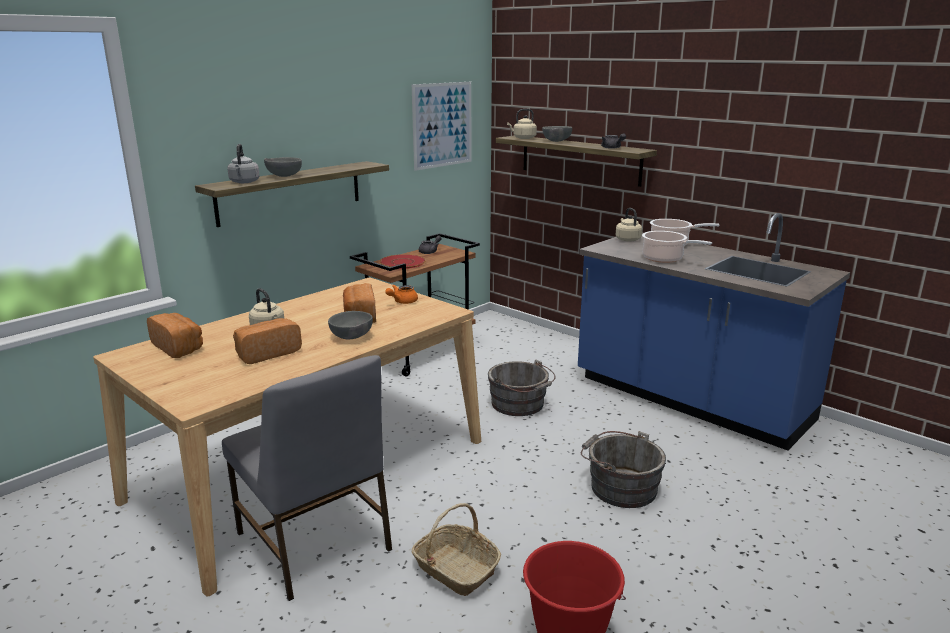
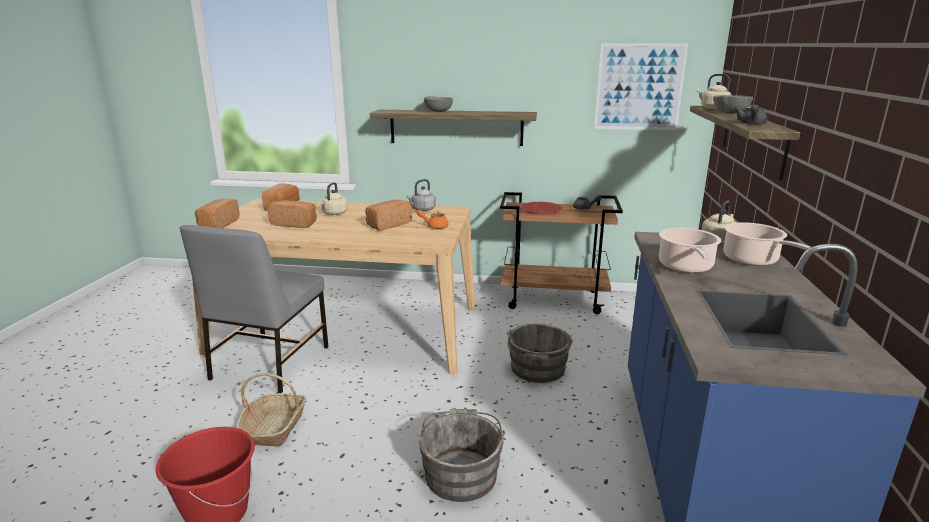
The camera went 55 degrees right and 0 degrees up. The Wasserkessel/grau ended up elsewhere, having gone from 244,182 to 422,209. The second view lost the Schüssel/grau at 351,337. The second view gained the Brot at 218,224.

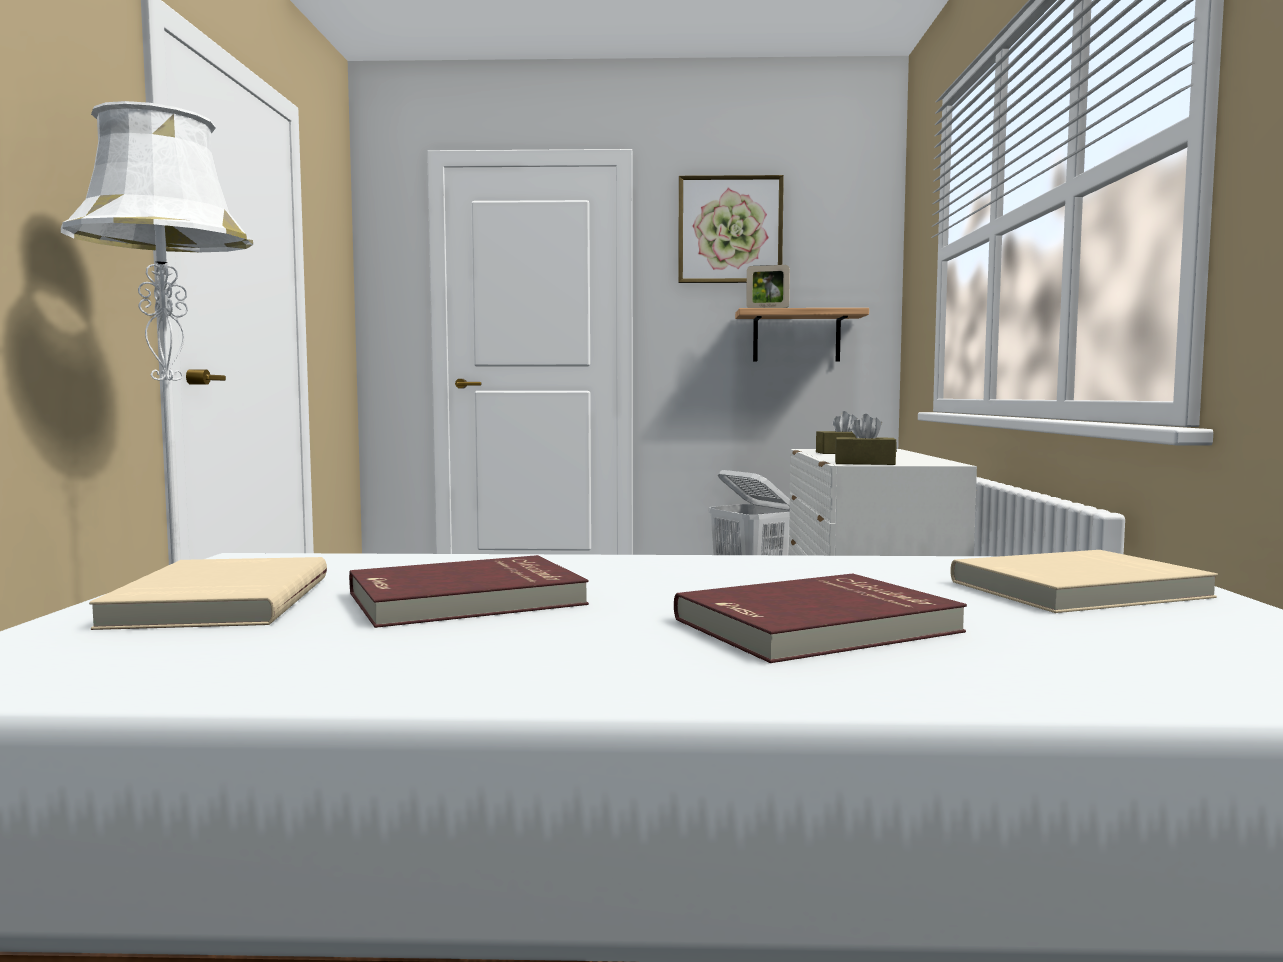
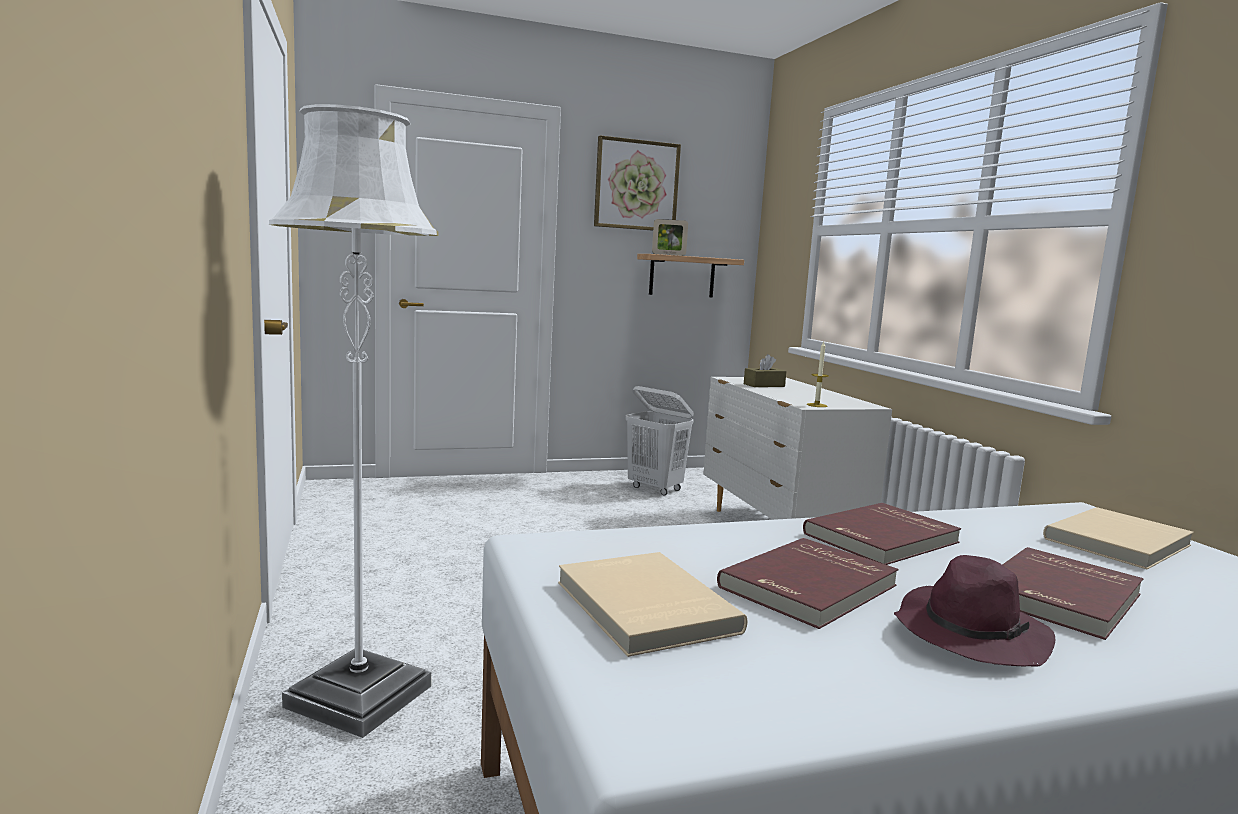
The camera went 20 degrees left and 5 degrees up. Where the Taschentuchbox/braun stood at 864,463, the Kerze came to stand at 817,405. The second view gained the Buch/rot at 883,539. The second view gained the Hut/lila at 969,634.

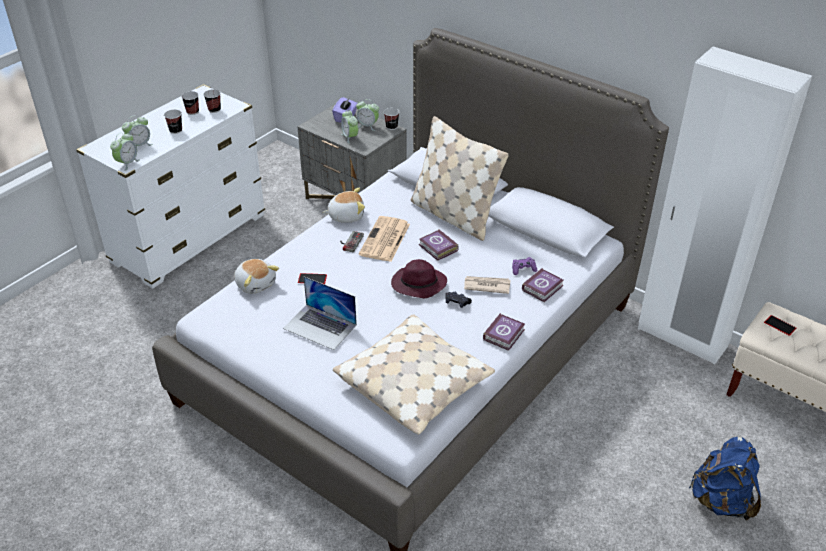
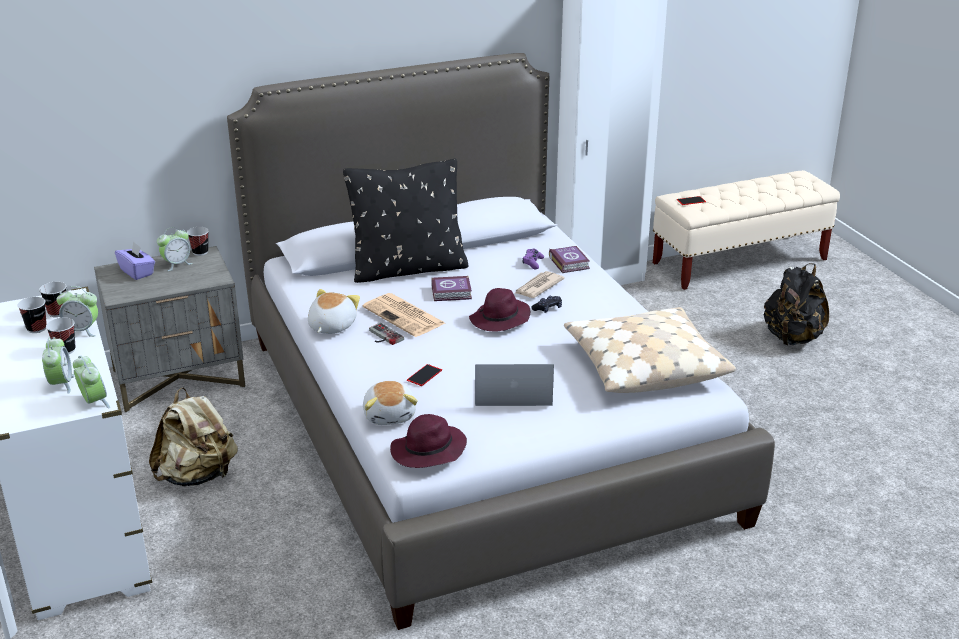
The camera went 60 degrees left and 10 degrees down. The Wecker ended up elsewhere, having gone from 350,137 to 82,331. What was the Kissen/beige at 454,215 turned into the Kissen/schwarz at 408,269. The Plüschtier at 256,283 ended up facing another way, 90 degrees clockwise from before. The Laptop at 320,326 ended up facing another way, 150 degrees counterclockwise from before. The second view lost the Buch at 505,334. What was the Rucksack/blau at 721,501 turned into the Rucksack/schwarz at 792,338. The second view gained the Rucksack/beige at 197,476. The second view gained the Hut/lila at 428,451.

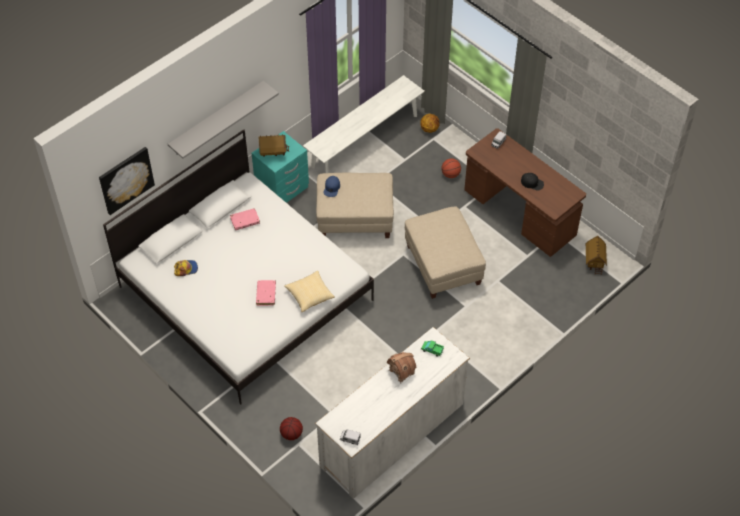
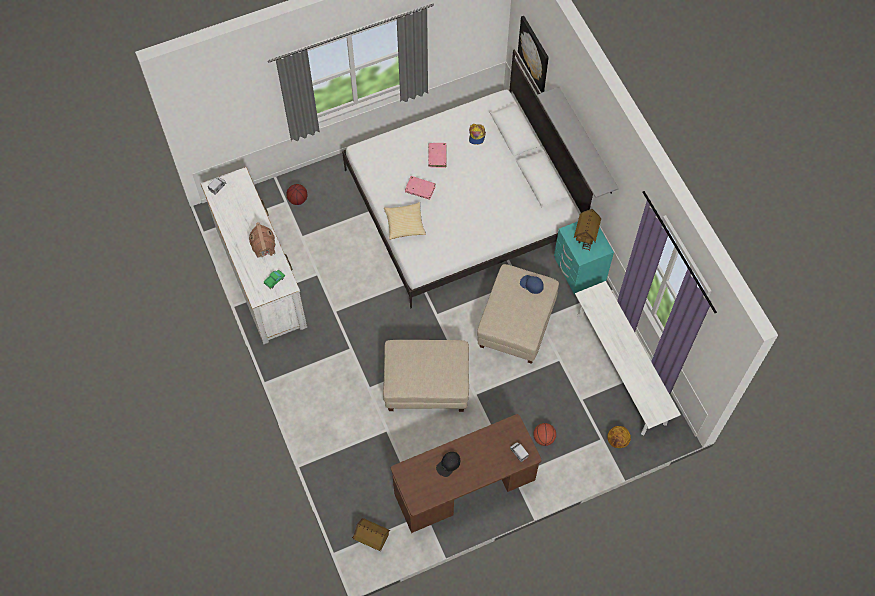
The camera went 110 degrees right and 10 degrees up. The Buch/rosa ended up elsewhere, having gone from 245,221 to 437,157.

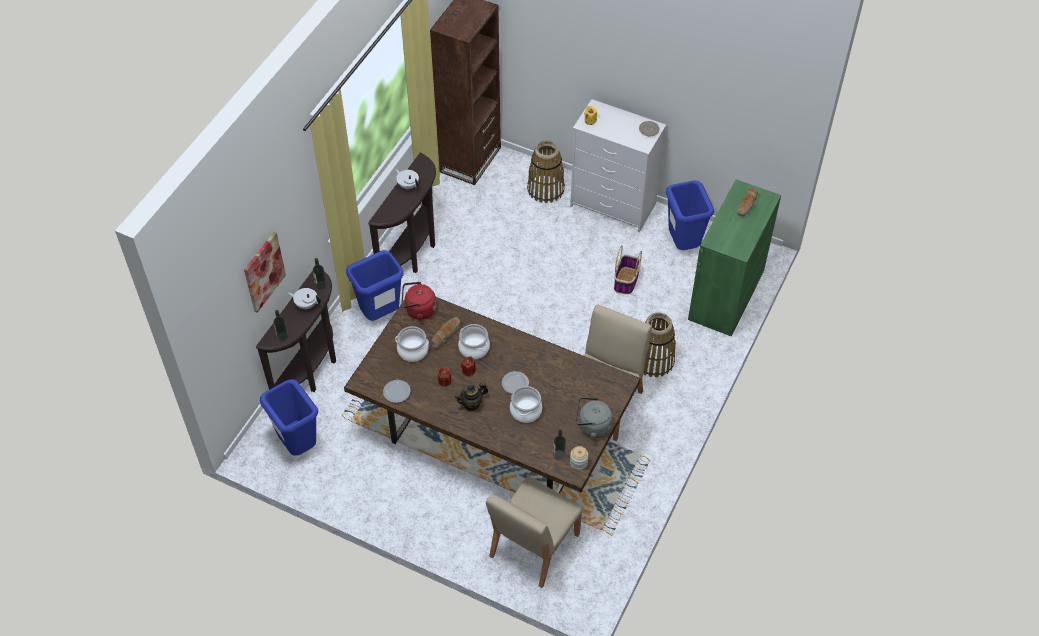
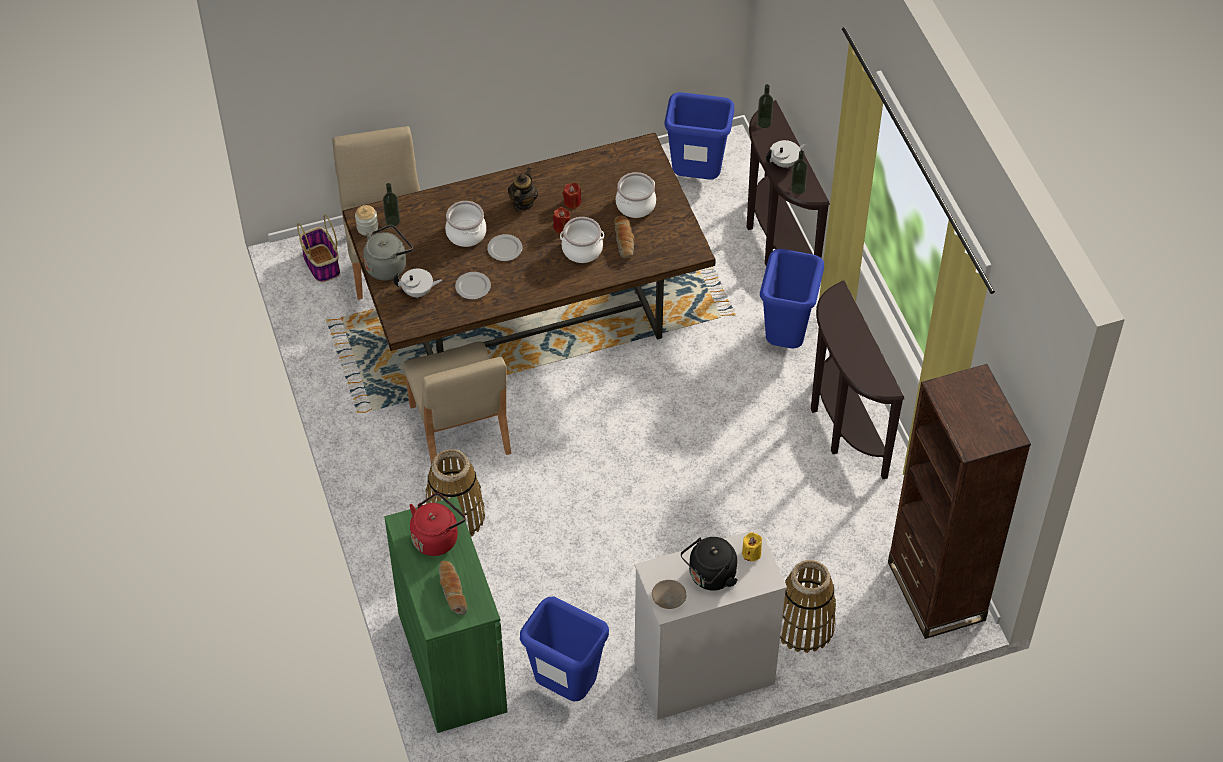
The camera went 135 degrees right and 0 degrees up. The Teekanne/weiß ended up elsewhere, having gone from 408,185 to 418,292. The second view lost the Bild at 263,271. The Korb ended up elsewhere, having gone from 626,281 to 321,263. The Wasserkessel/rot ended up elsewhere, having gone from 418,310 to 437,537. The Teller ended up elsewhere, having gone from 397,391 to 473,287. The second view gained the Wasserkessel/schwarz at 710,577.

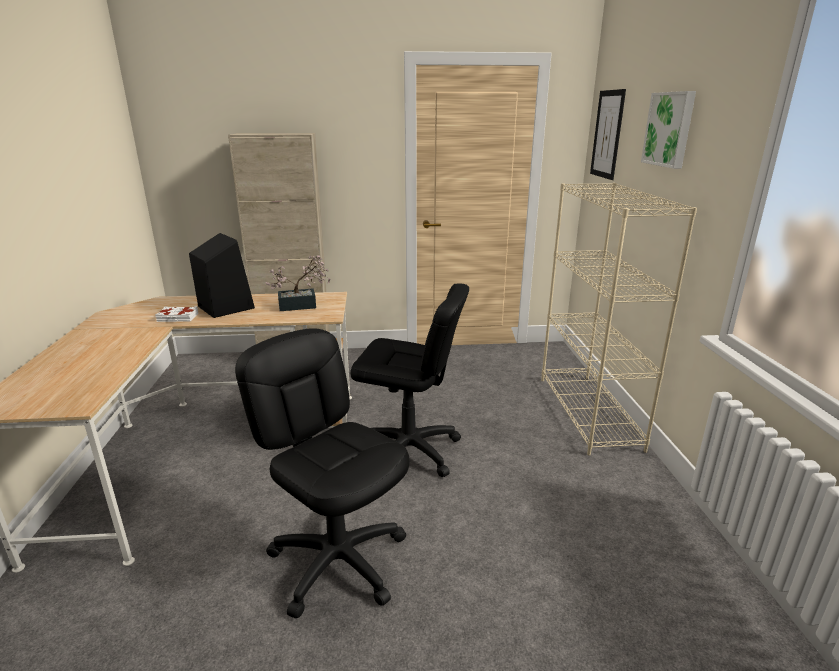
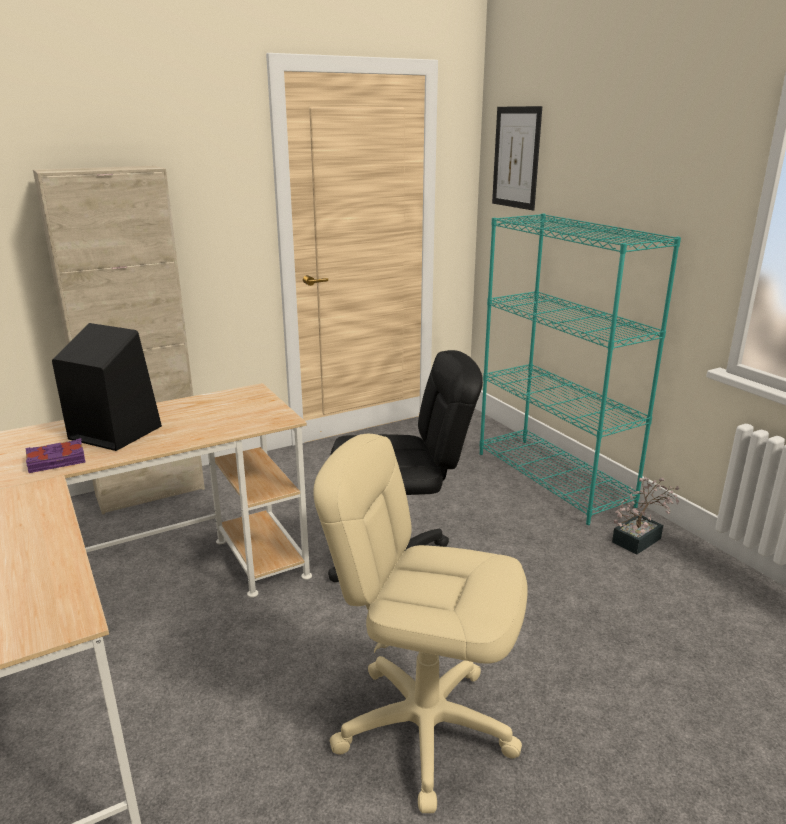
The camera went 25 degrees left and 0 degrees up. The second view lost the Bild at 670,129. What was the Bücherregal/beige at 589,412 turned into the Bücherregal/türkis at 554,479. The Topfpflanze ended up elsewhere, having gone from 302,305 to 640,538. What was the Buch/weiß at 177,318 turned into the Buch/lila at 57,461. What was the Bürostuhl/schwarz at 338,560 turned into the Bürostuhl/beige at 425,727.

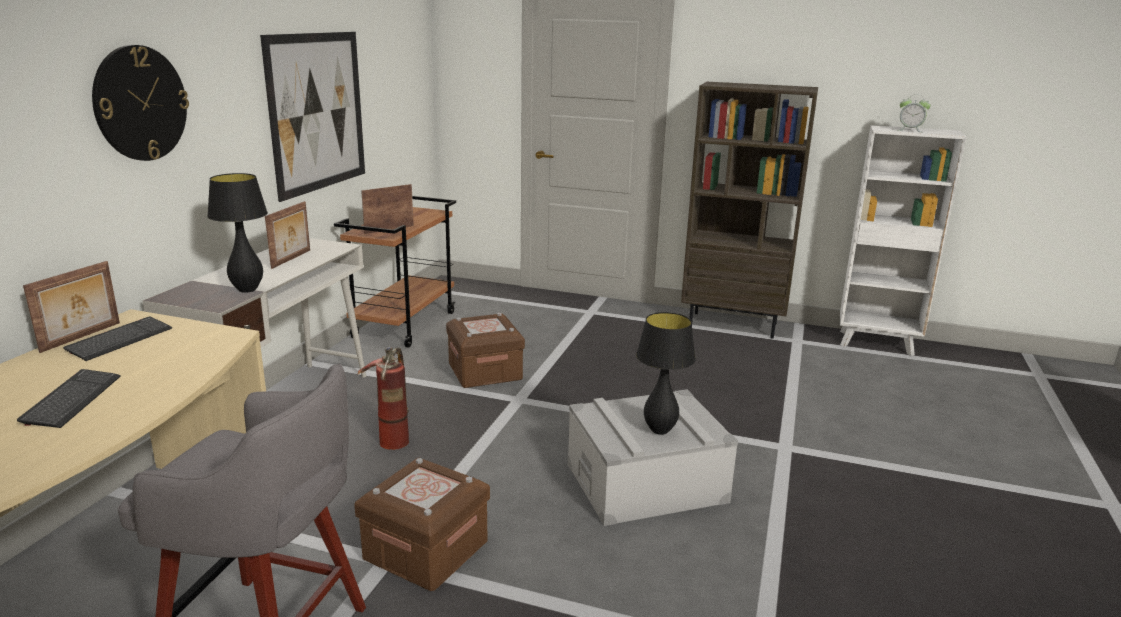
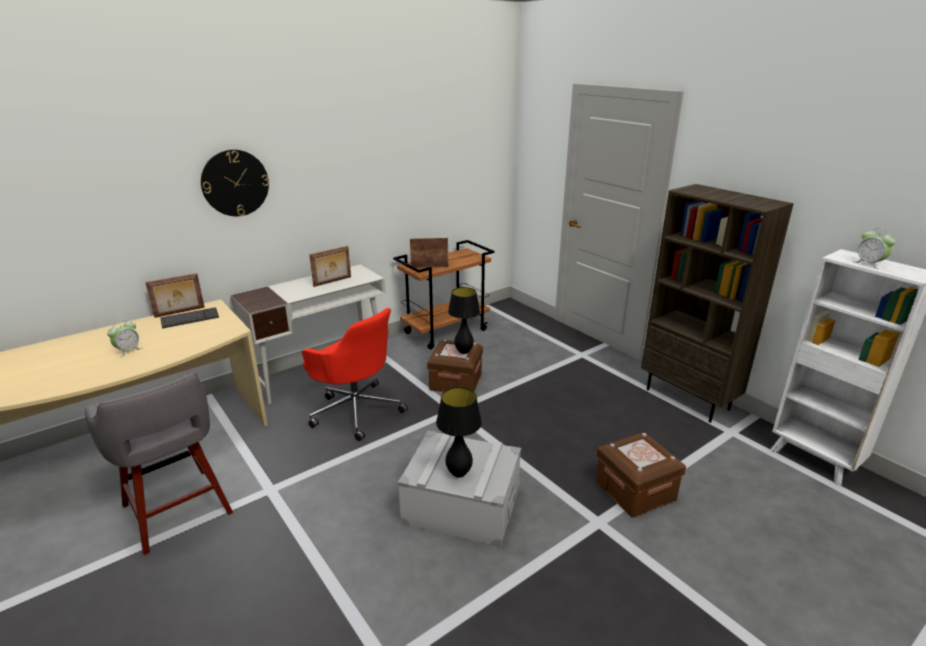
The camera went 35 degrees right and 5 degrees up. The second view lost the Bild at 317,112. The Tischlampe/schwarz ended up elsewhere, having gone from 247,290 to 463,352. Where the Feuerlöscher stood at 393,436, the Bürostuhl/rot came to stand at 356,410. Where the Tastatur stood at 72,400, the Wecker came to stand at 128,351. The Aufbewahrungsbox/braun ended up elsewhere, having gone from 426,550 to 635,490.

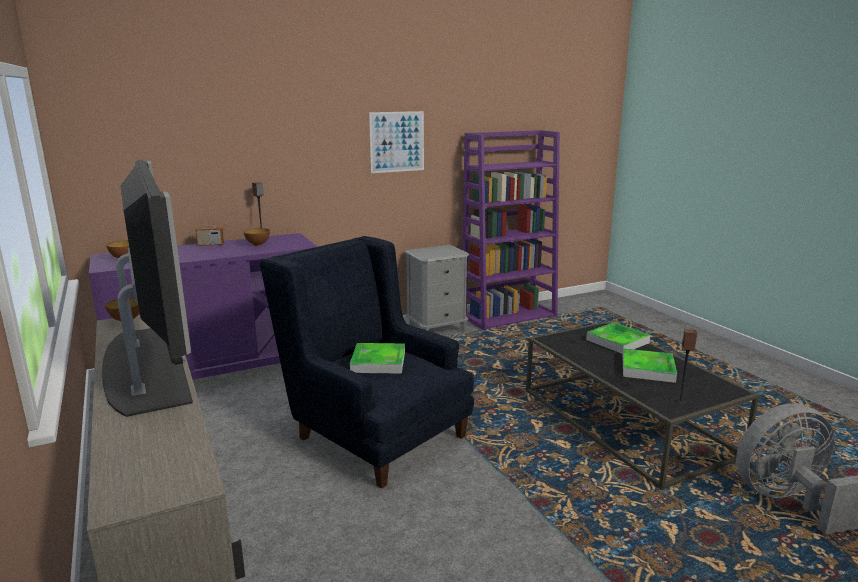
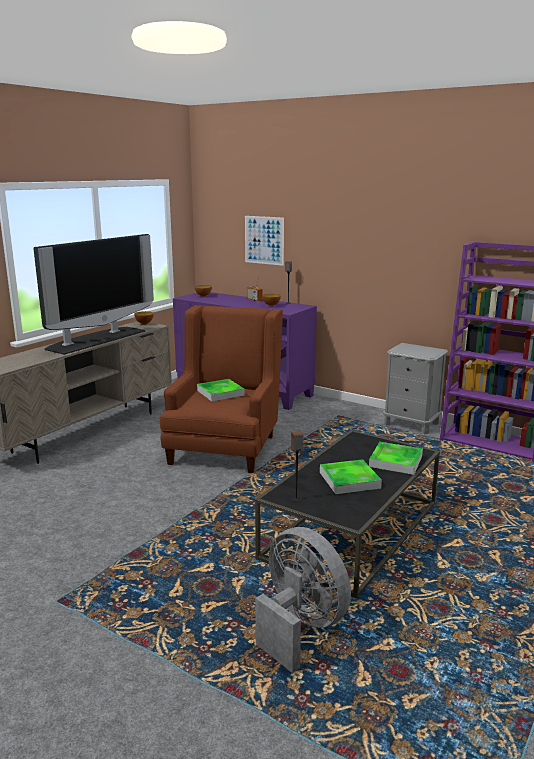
The camera went 60 degrees right and 0 degrees up. The Bild ended up elsewhere, having gone from 397,142 to 264,240. What was the Sessel/blau at 372,432 turned into the Sessel/braun at 225,445.

